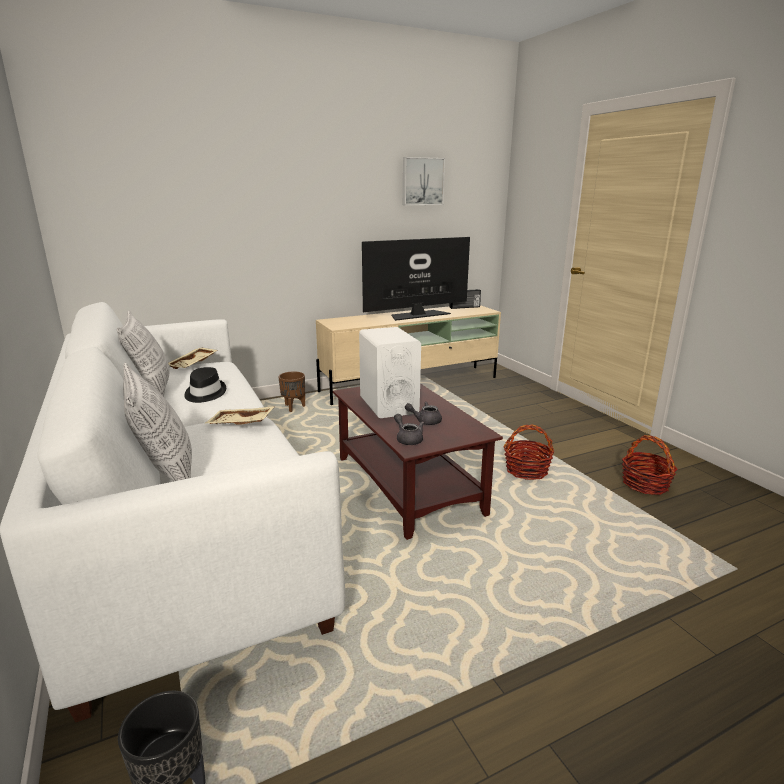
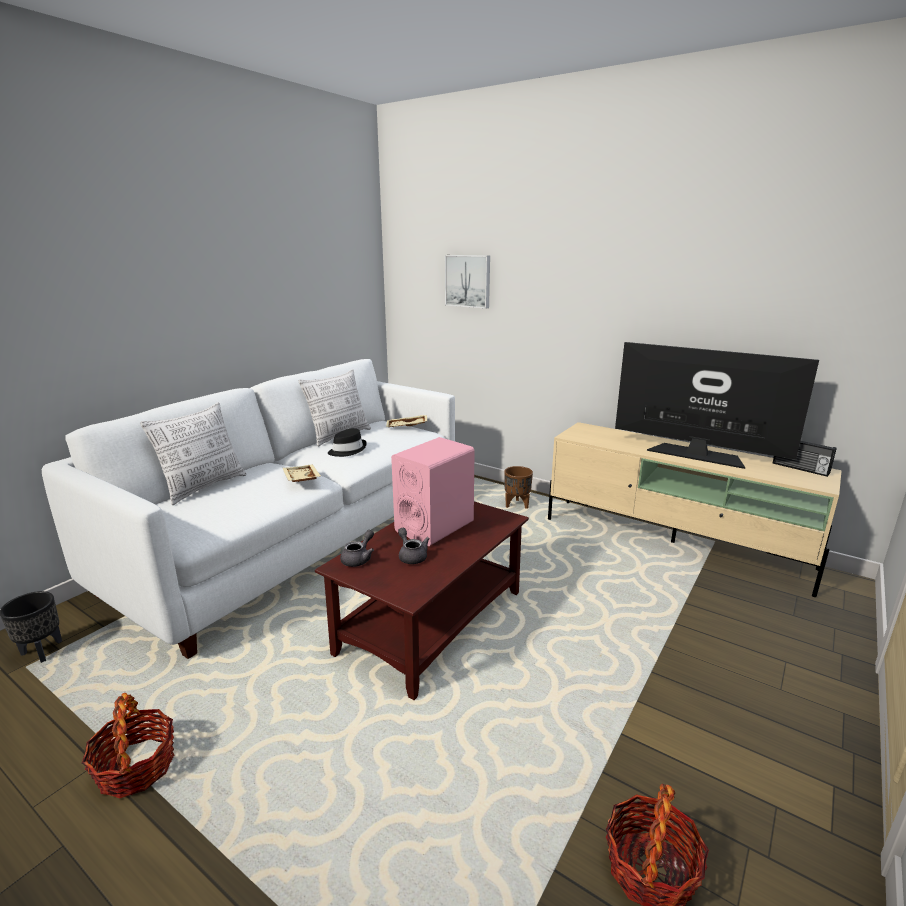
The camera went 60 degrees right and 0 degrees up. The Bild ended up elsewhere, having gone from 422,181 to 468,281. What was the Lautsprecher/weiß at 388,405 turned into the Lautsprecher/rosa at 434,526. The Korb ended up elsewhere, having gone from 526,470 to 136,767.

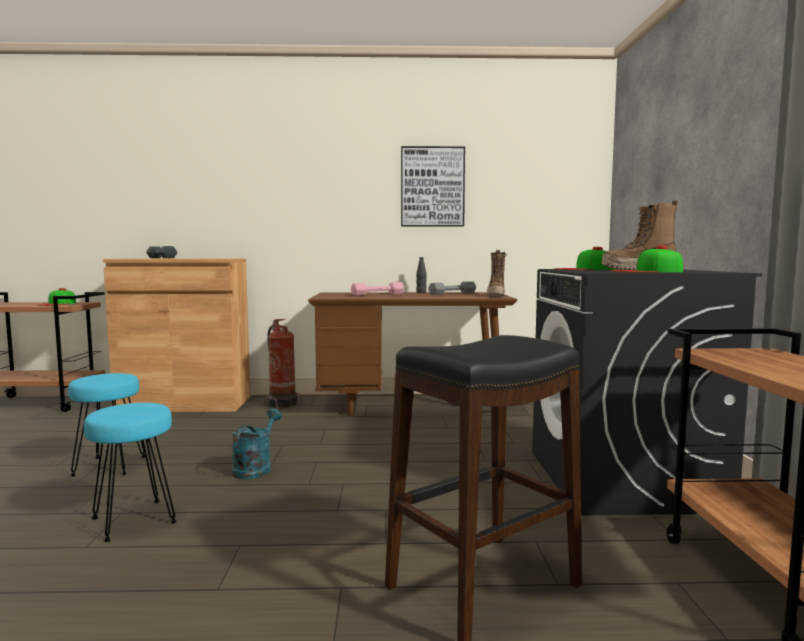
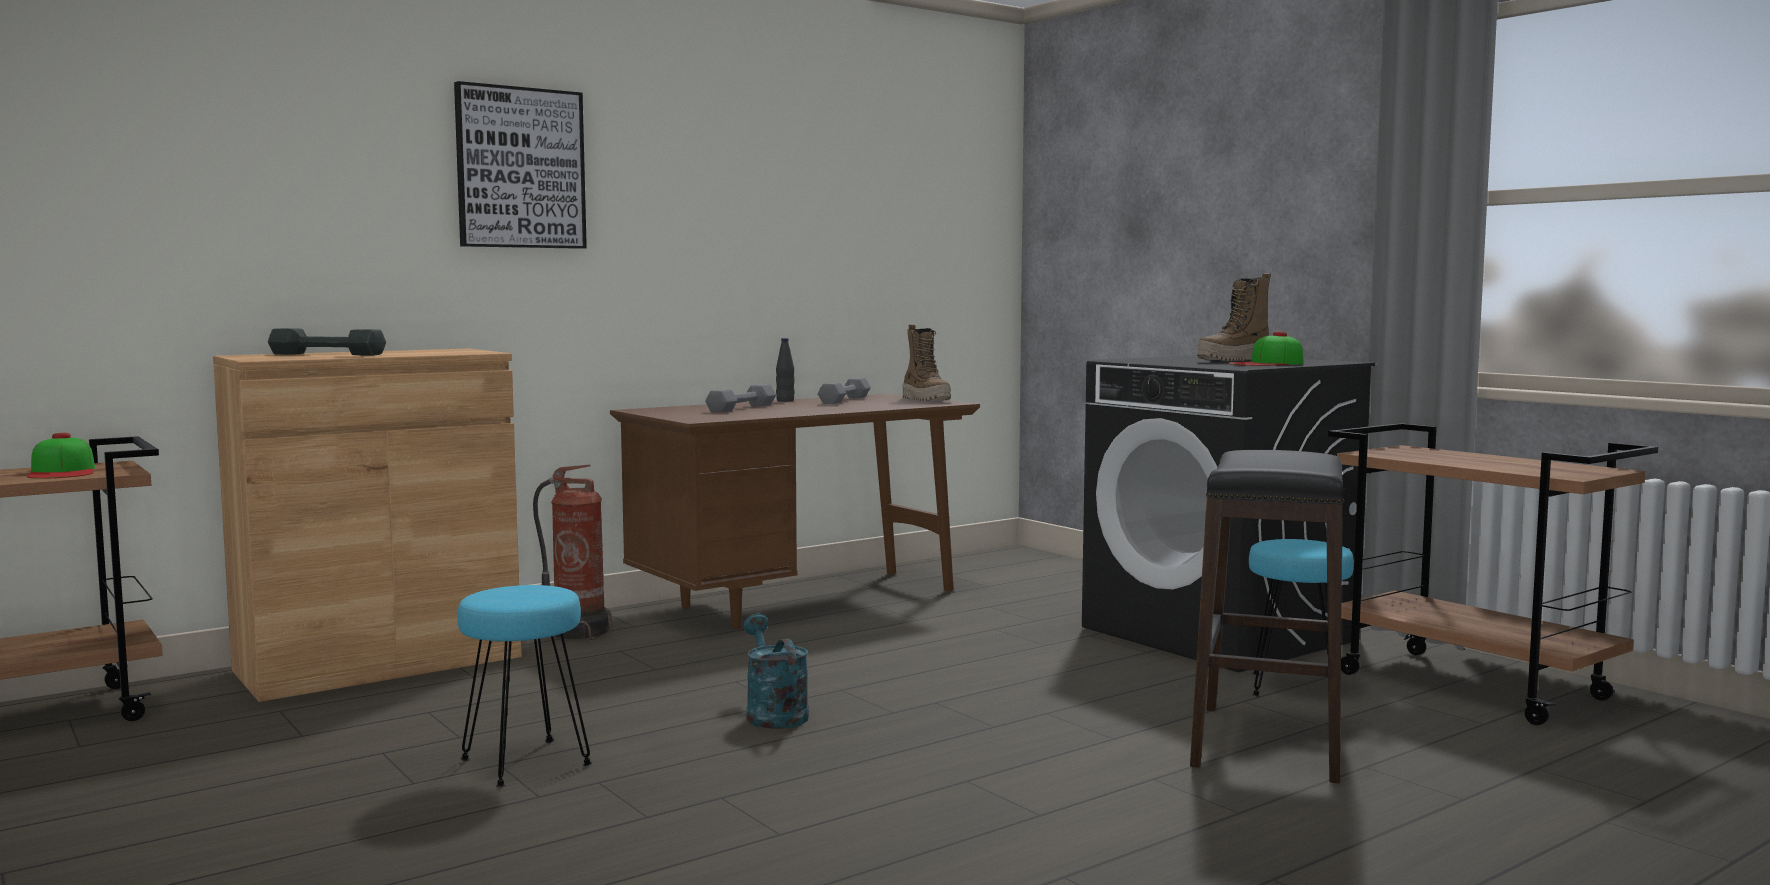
The camera went 35 degrees left and 0 degrees up. The Bild ended up elsewhere, having gone from 432,187 to 520,168. The second view lost the Kappe at 584,269. What was the Hantel/rosa at 377,294 turned into the Hantel/grau at 742,408. The Hocker/türkis ended up elsewhere, having gone from 135,520 to 1296,687.

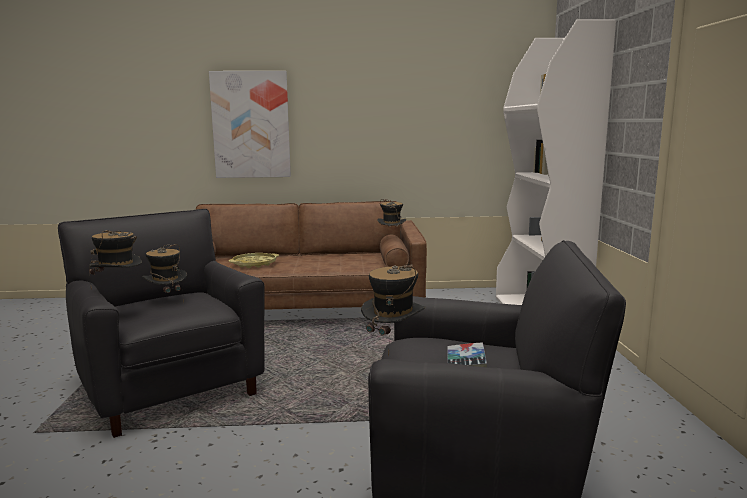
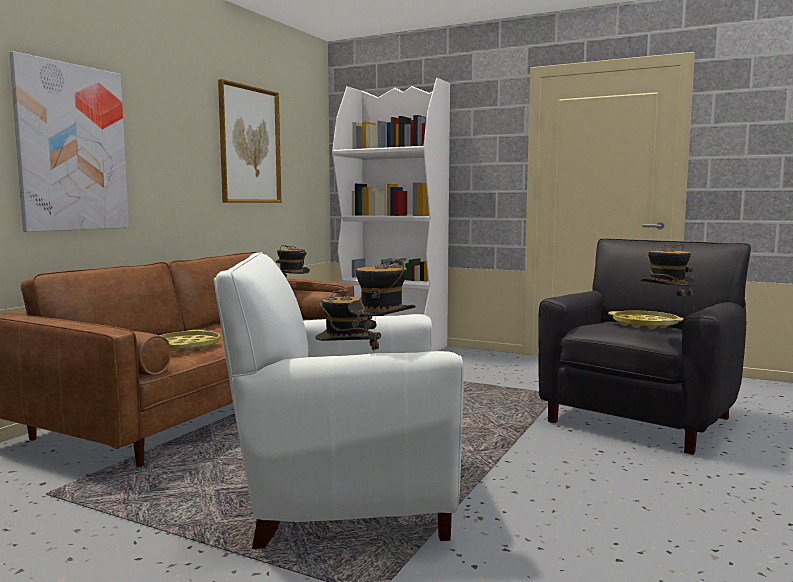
The camera went 60 degrees left and 5 degrees down. What was the Sessel/schwarz at 170,388 turned into the Sessel/weiß at 344,497. Where the Buch stood at 466,362, the Tablett/gelb came to stand at 645,325. The second view gained the Bild at 249,145.

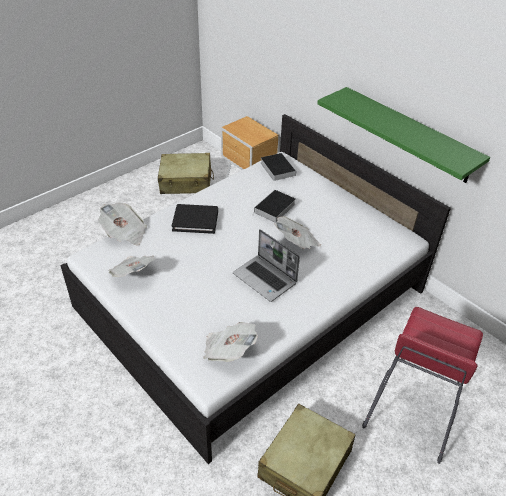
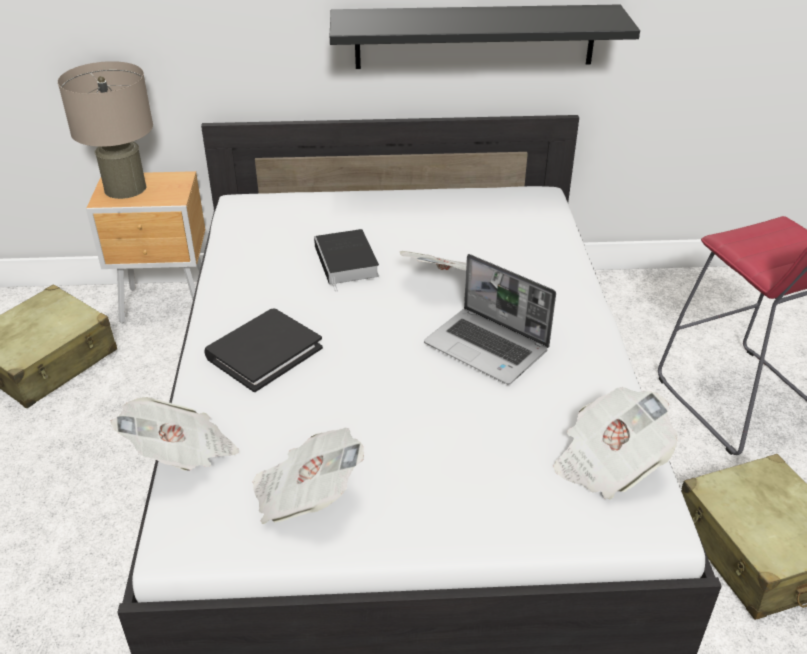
The camera went 50 degrees left and 5 degrees down. What was the Wandregal/grün at 408,134 turned into the Wandregal/schwarz at 475,36. The second view lost the Buch at 277,168. The Laptop at 265,279 ended up facing another way, 45 degrees clockwise from before. The second view gained the Tischlampe/beige at 125,188.

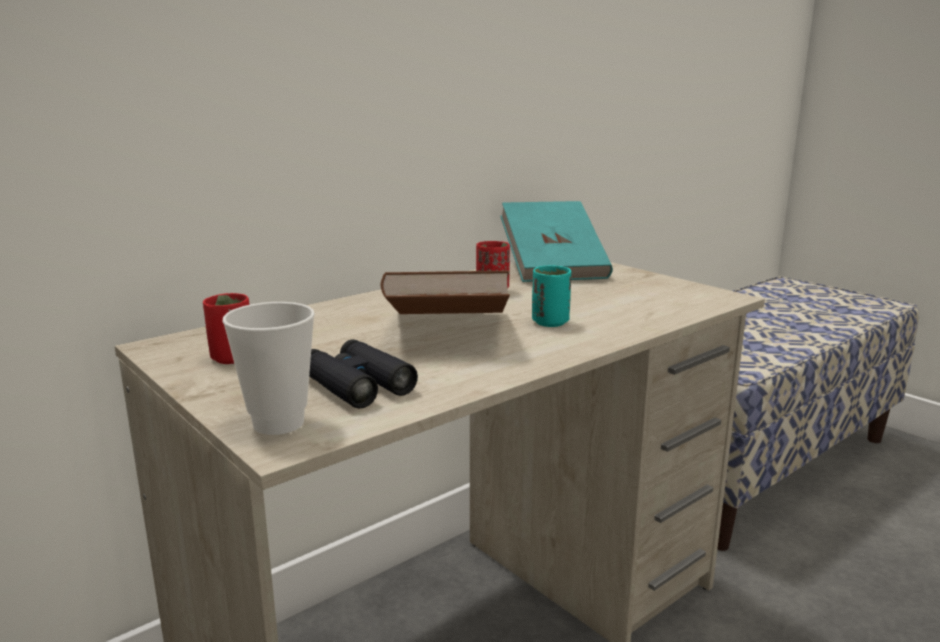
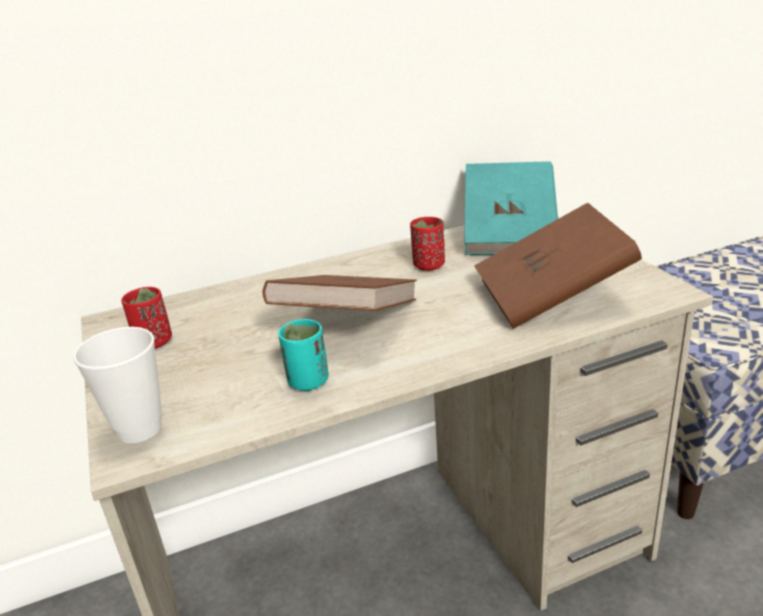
The camera went 20 degrees right and 10 degrees up. The Tasse/türkis ended up elsewhere, having gone from 550,322 to 308,381. The second view lost the Fernglas/schwarz at 357,385. The second view gained the Buch/braun at 551,296.

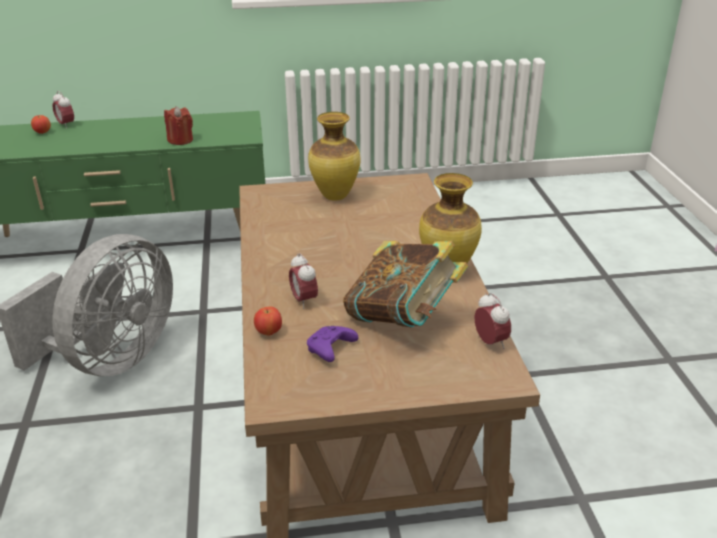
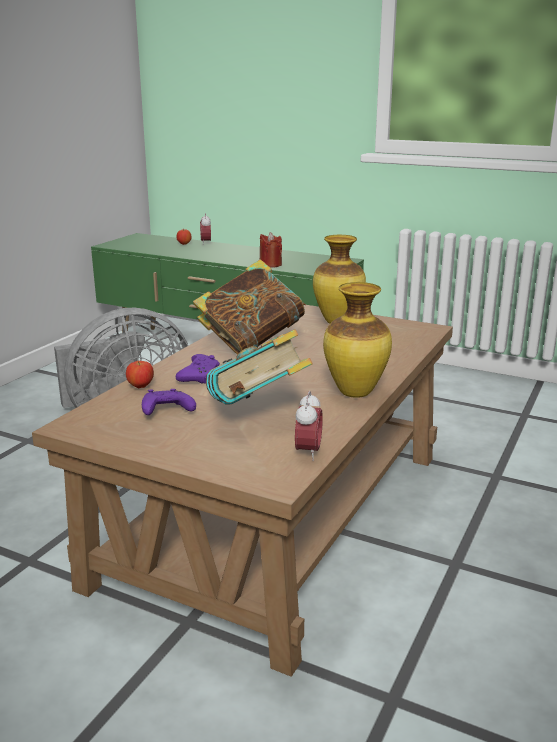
The camera went 35 degrees right and 10 degrees down. Where the Wecker stood at 304,300, the Gamepad/lila came to stand at 199,376. The second view gained the Buch at 251,344.

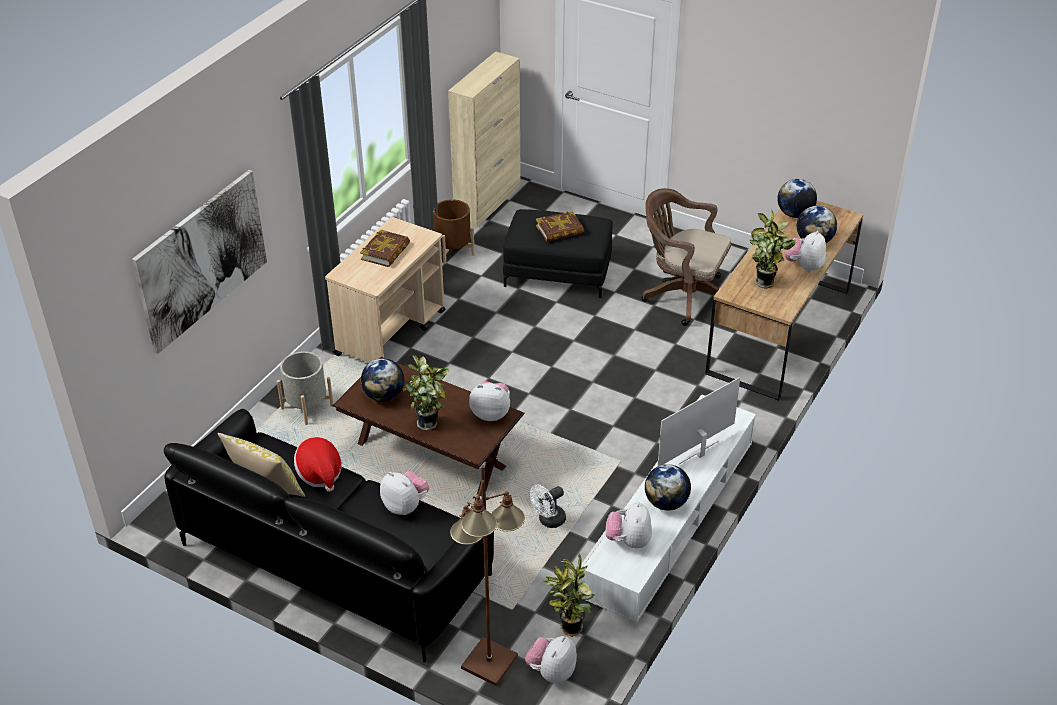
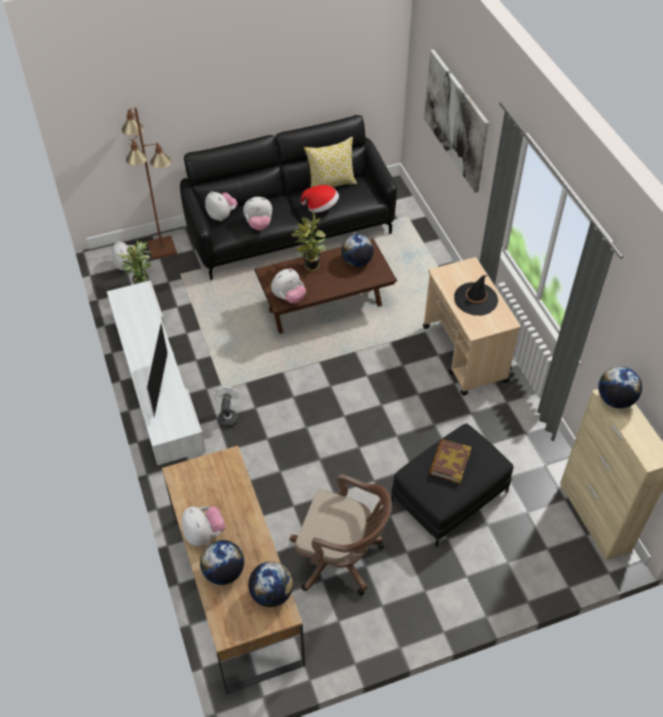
The camera went 130 degrees right and 10 degrees up. The Bürostuhl/braun at 683,295 ended up facing another way, 45 degrees clockwise from before. The second view lost the Pflanzkübel/braun at 453,250. The second view lost the Topfpflanze at 766,284. Where the Buch stood at 385,252, the Hut/schwarz came to stand at 476,299. The second view lost the Pflanzkübel/grau at 307,407. The Globus ended up elsewhere, having gone from 666,503 to 615,400. The Ventilator/weiß ended up elsewhere, having gone from 548,521 to 228,416. The Plüschtier ended up elsewhere, having gone from 628,541 to 222,215.

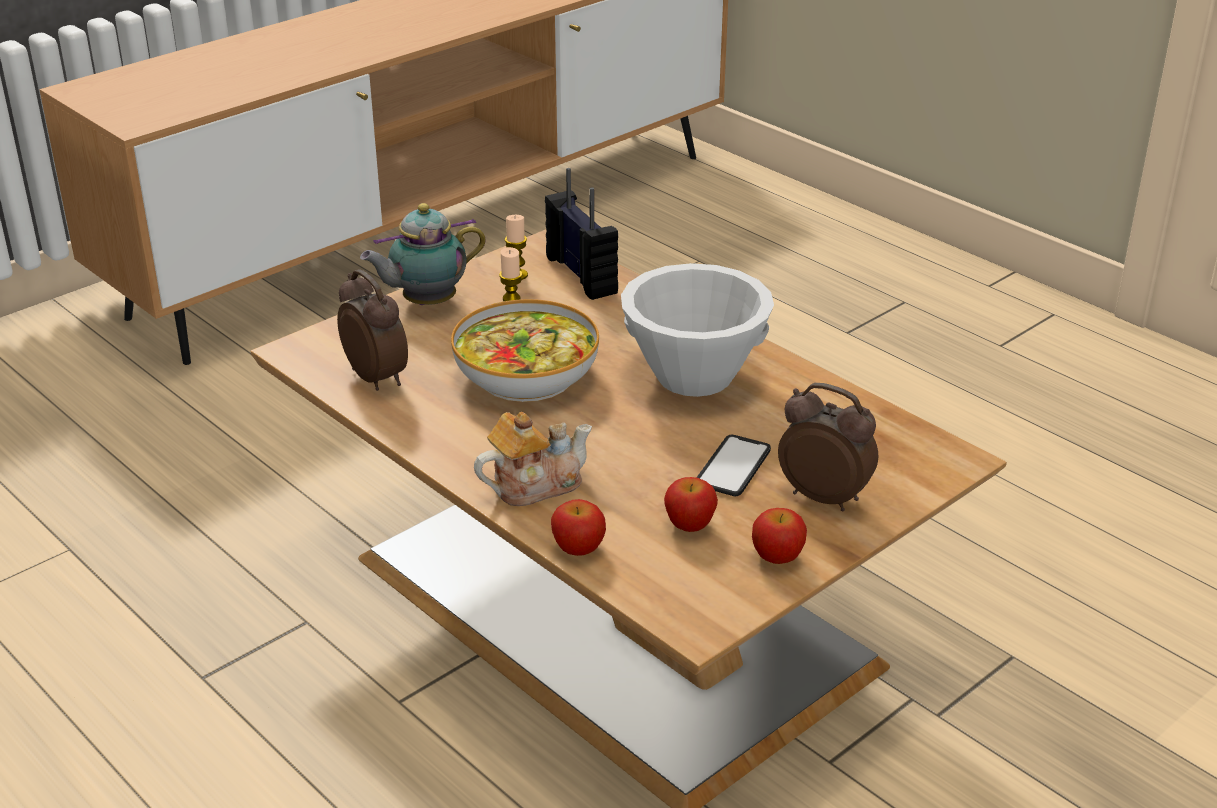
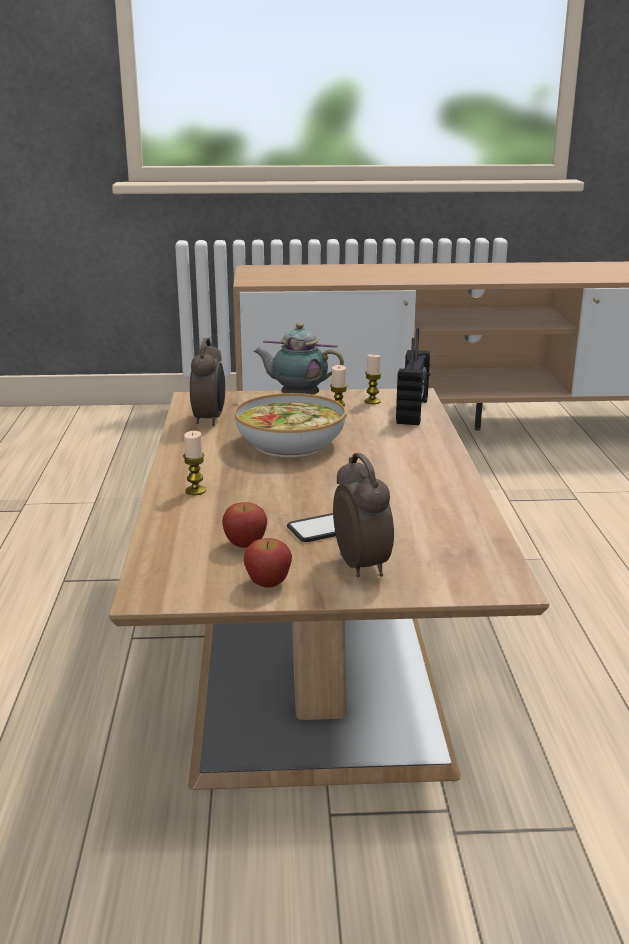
The camera went 40 degrees right and 10 degrees down. The second view lost the Schüssel/weiß at 694,375. Where the Teekanne stood at 534,485, the Kerze came to stand at 195,491. The second view lost the Apfel at 578,548.

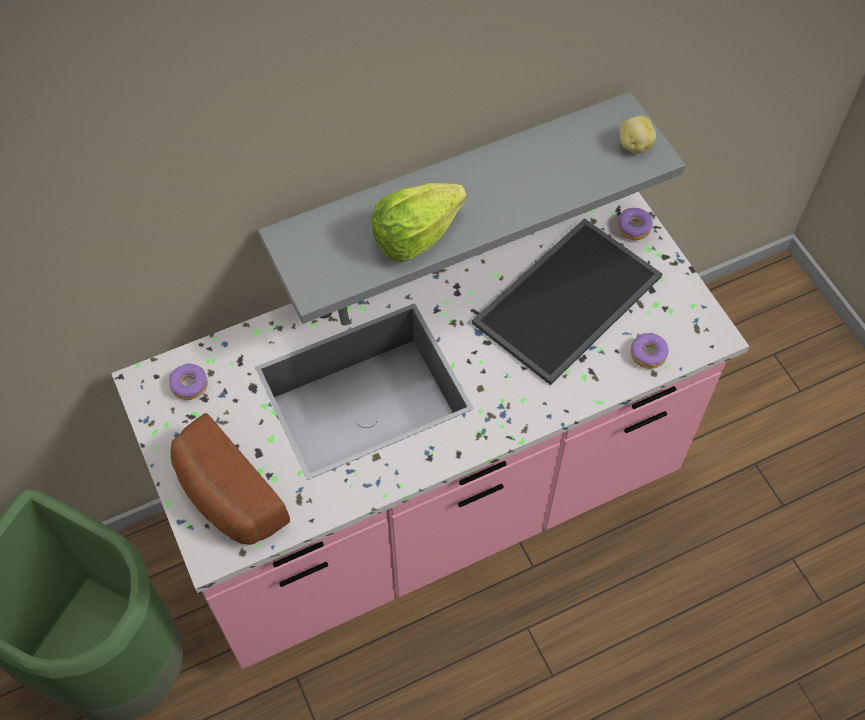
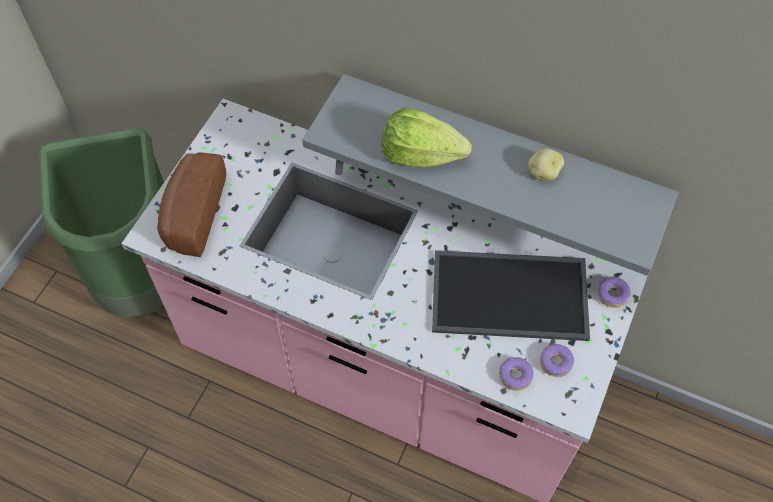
The camera went 50 degrees right and 0 degrees up. The Kartoffel ended up elsewhere, having gone from 634,145 to 543,172. The Donut ended up elsewhere, having gone from 189,385 to 556,362.

